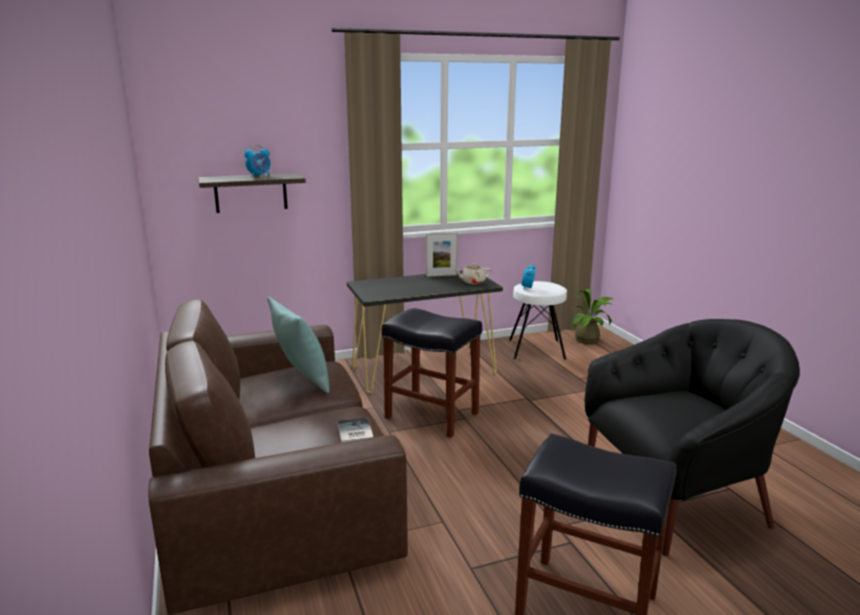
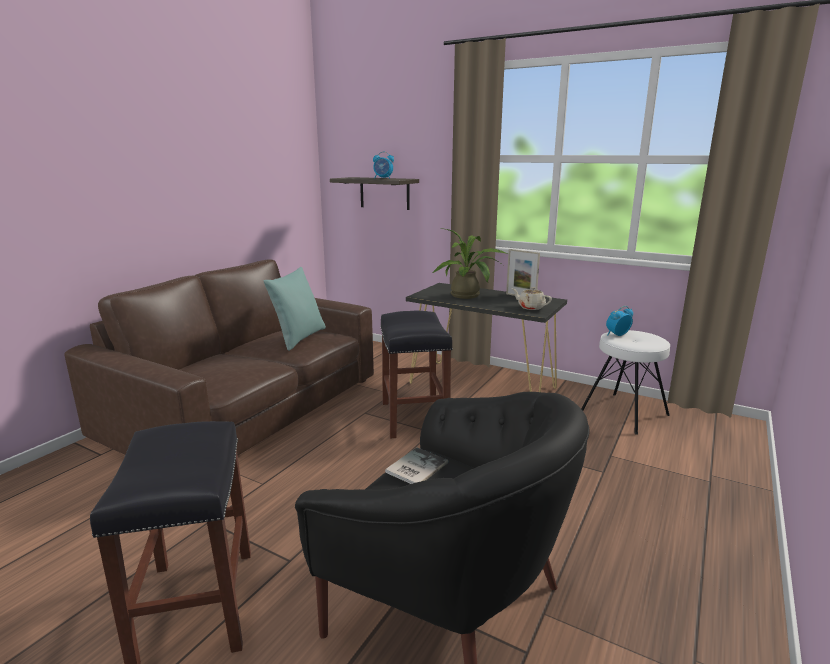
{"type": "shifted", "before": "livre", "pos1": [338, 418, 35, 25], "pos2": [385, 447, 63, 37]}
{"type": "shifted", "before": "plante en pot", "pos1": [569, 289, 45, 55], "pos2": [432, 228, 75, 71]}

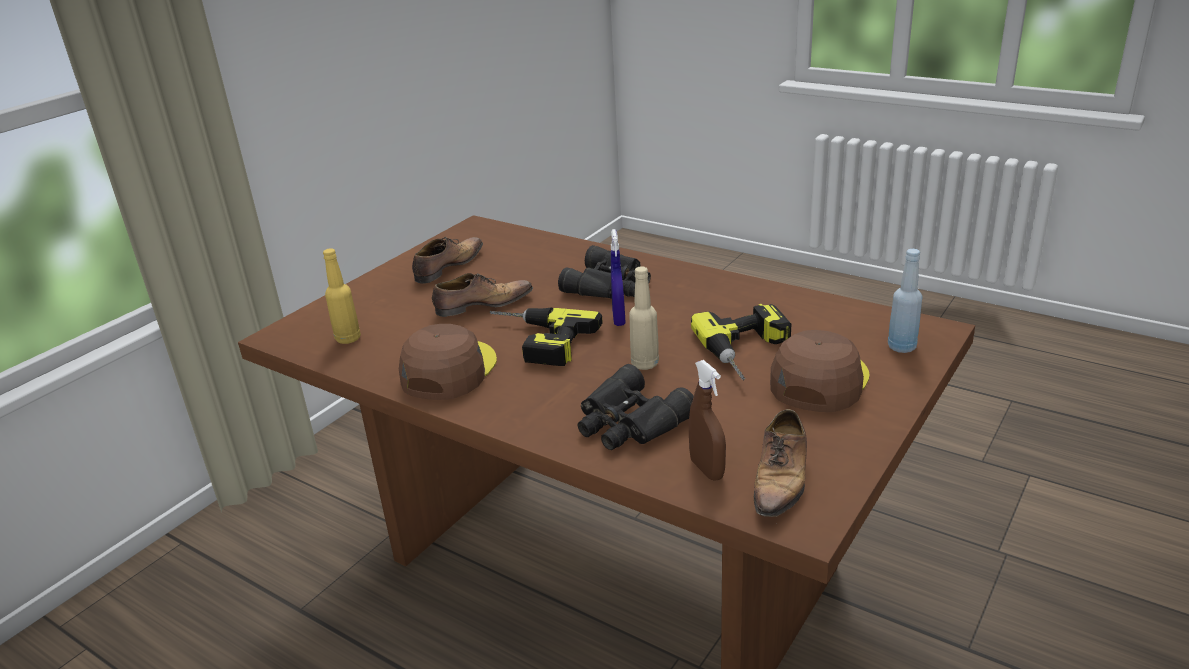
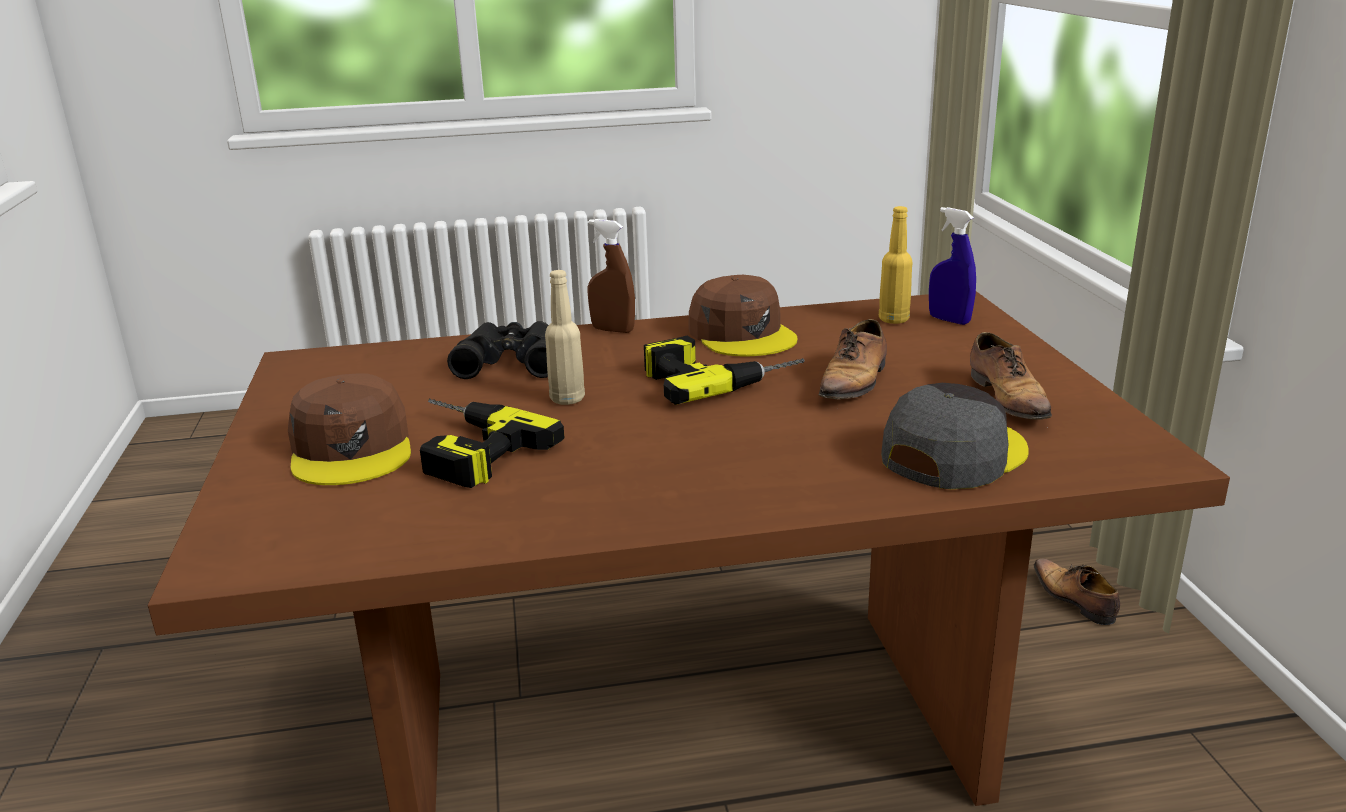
{"type": "gone", "before": "jumelles/noir", "pos1": [558, 245, 93, 53]}
{"type": "gone", "before": "bouteille/bleu", "pos1": [888, 249, 35, 104]}
{"type": "new", "after": "casquette/gris", "pos2": [881, 383, 148, 106]}
{"type": "shifted", "before": "vaporisateur/bleu", "pos1": [611, 229, 15, 97], "pos2": [929, 207, 47, 118]}
{"type": "shifted", "before": "vaporisateur/marron", "pos1": [689, 360, 37, 121], "pos2": [588, 219, 47, 114]}
{"type": "shifted", "before": "chaussure", "pos1": [754, 409, 53, 115], "pos2": [1034, 558, 86, 67]}

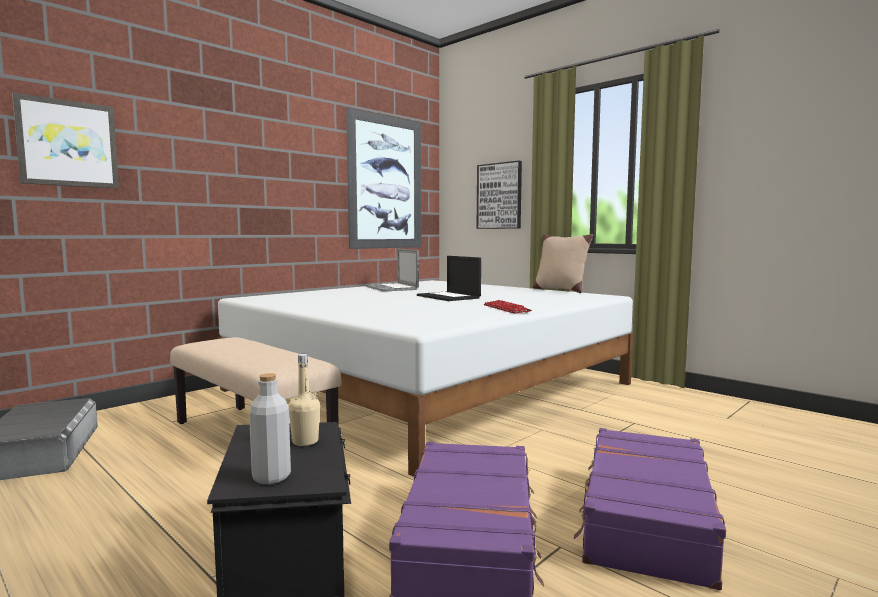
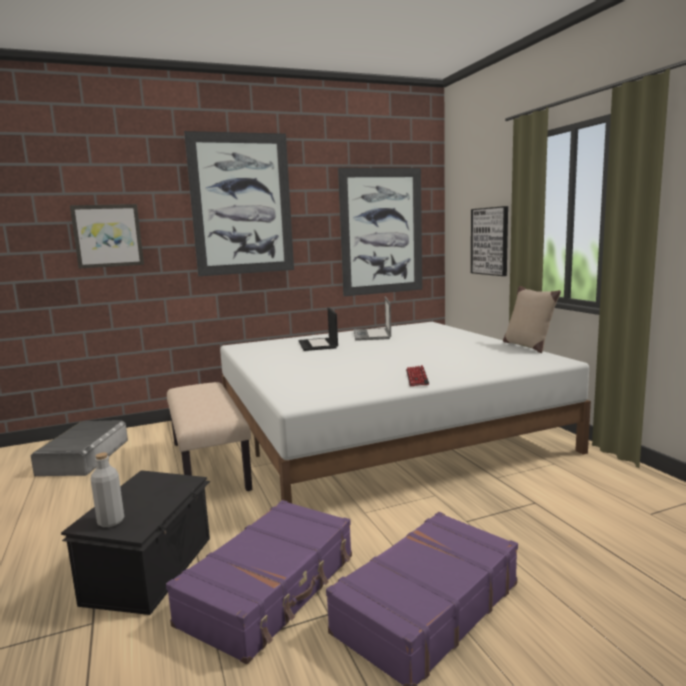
{"type": "gone", "before": "bouteille/beige", "pos1": [289, 354, 31, 92]}
{"type": "new", "after": "tableau", "pos2": [184, 131, 110, 145]}
{"type": "shifted", "before": "ordinateur portable", "pos1": [417, 256, 64, 45], "pos2": [299, 308, 39, 43]}

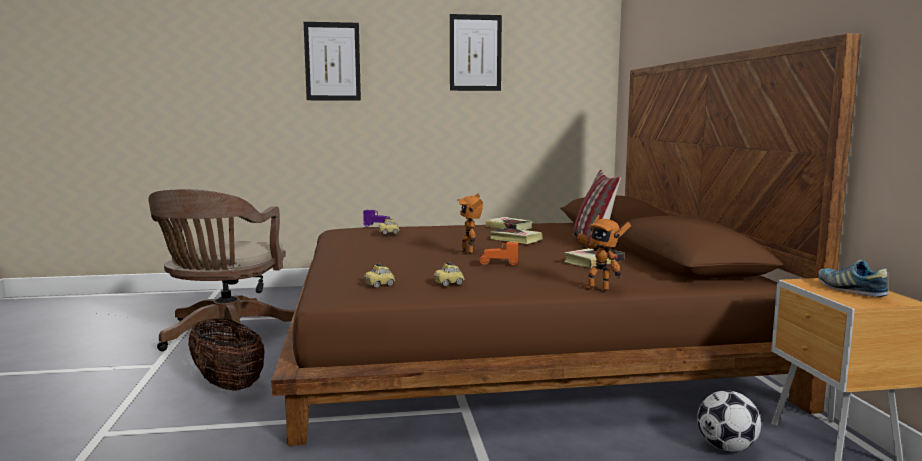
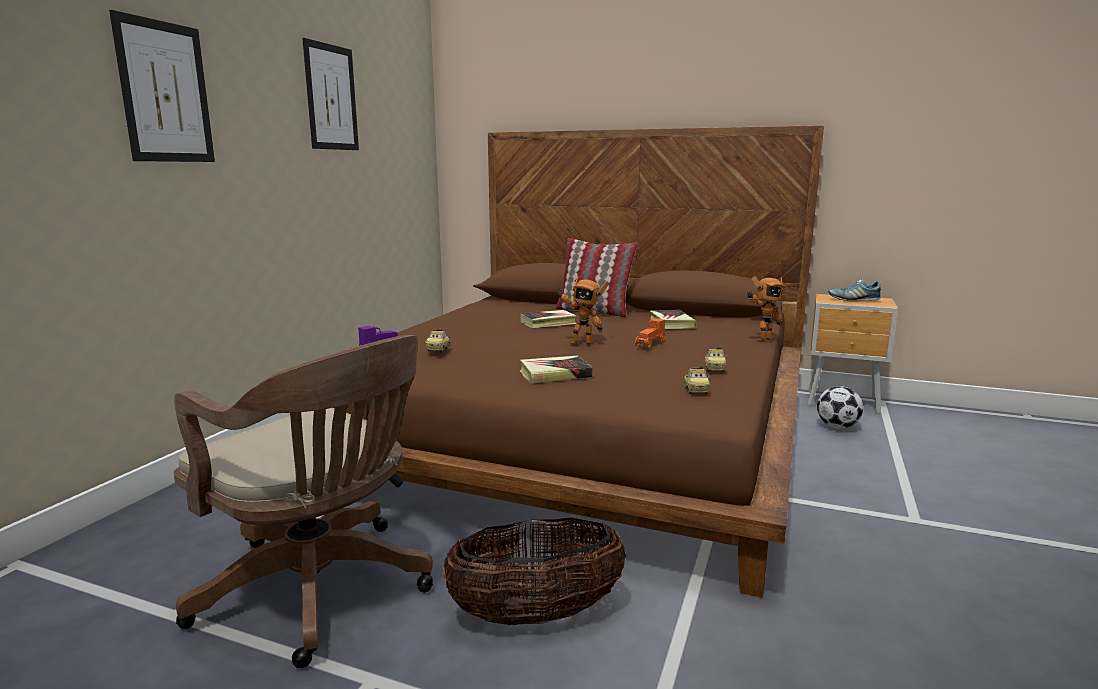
{"type": "shifted", "before": "livre", "pos1": [485, 217, 48, 13], "pos2": [520, 356, 73, 28]}

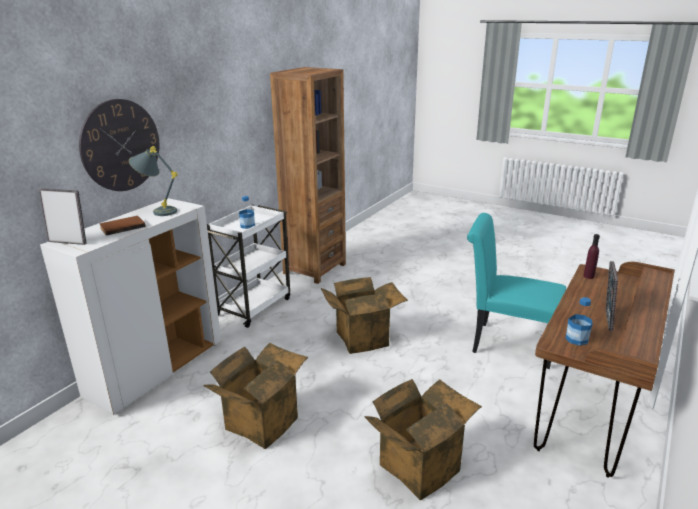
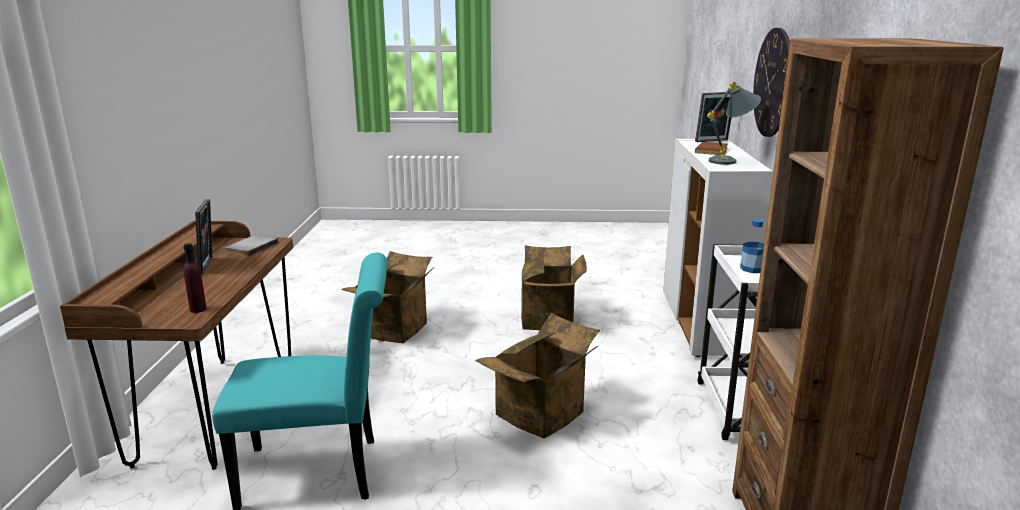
{"type": "swapped", "before": "bouteille", "after": "livre/gris", "pos1": [565, 297, 27, 49], "pos2": [225, 235, 53, 21]}

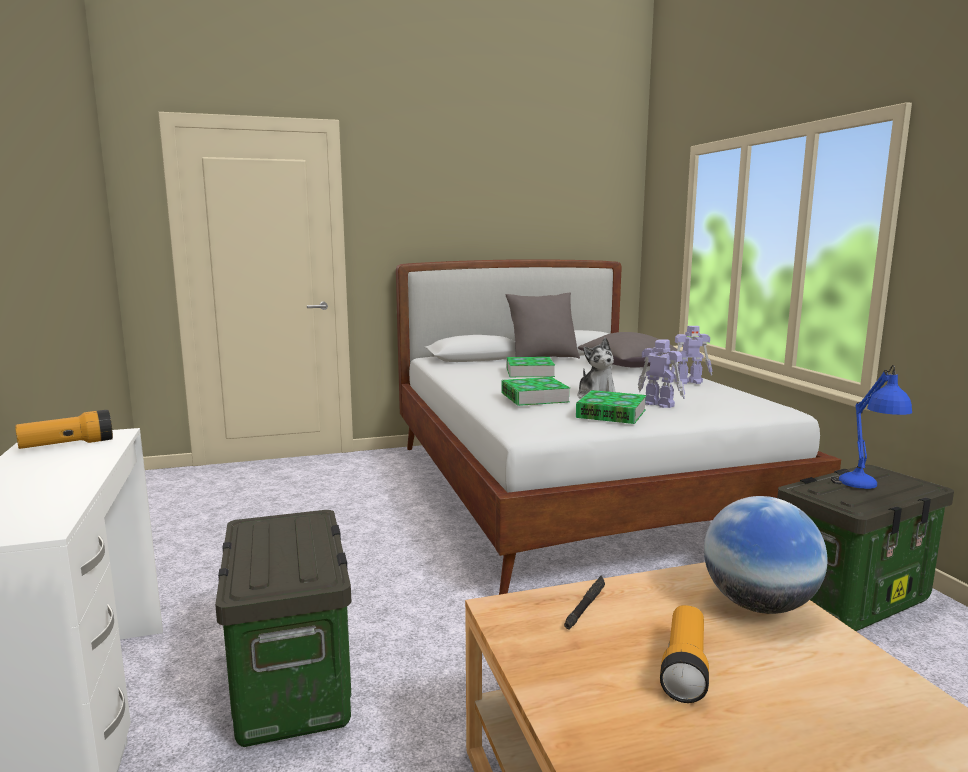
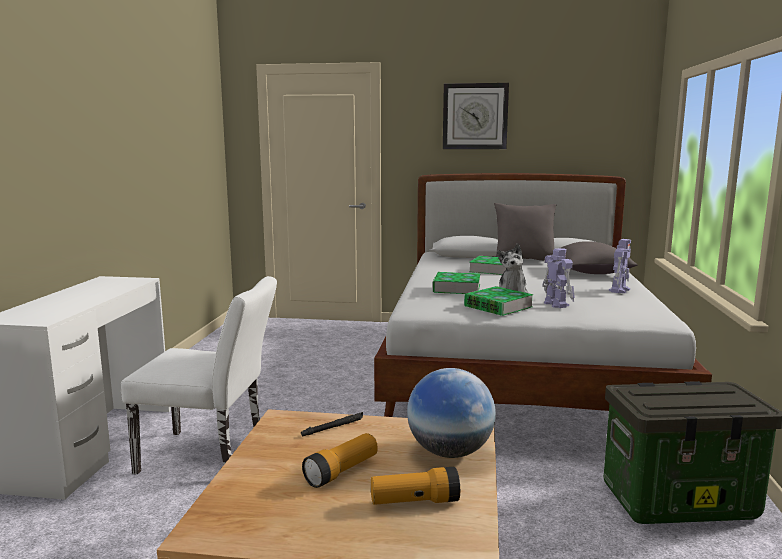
{"type": "gone", "before": "lampe de table/bleu", "pos1": [830, 365, 82, 124]}
{"type": "new", "after": "horloge murale", "pos2": [443, 83, 66, 66]}
{"type": "shifted", "before": "lampe de poche", "pos1": [15, 410, 98, 39], "pos2": [371, 467, 89, 38]}
{"type": "swapped", "before": "boîte de rangement", "after": "chaise/blanc", "pos1": [215, 510, 137, 237], "pos2": [121, 276, 156, 198]}
{"type": "rotated", "before": "robot jouet", "pos1": [671, 326, 42, 58], "pos2": [609, 239, 22, 54], "turn": -75}

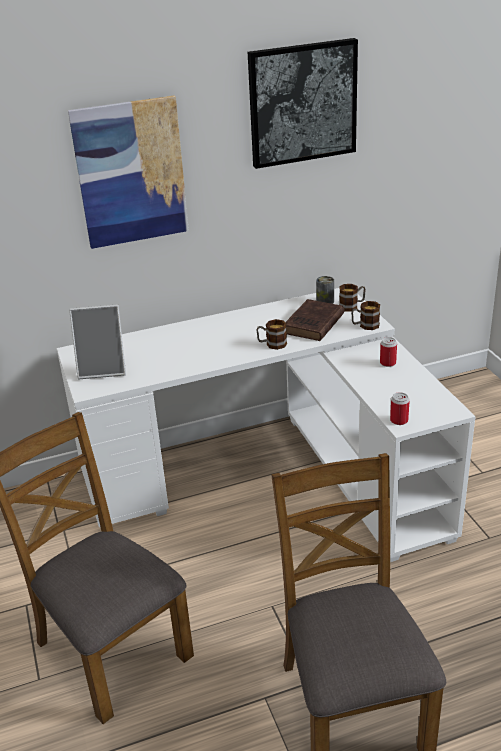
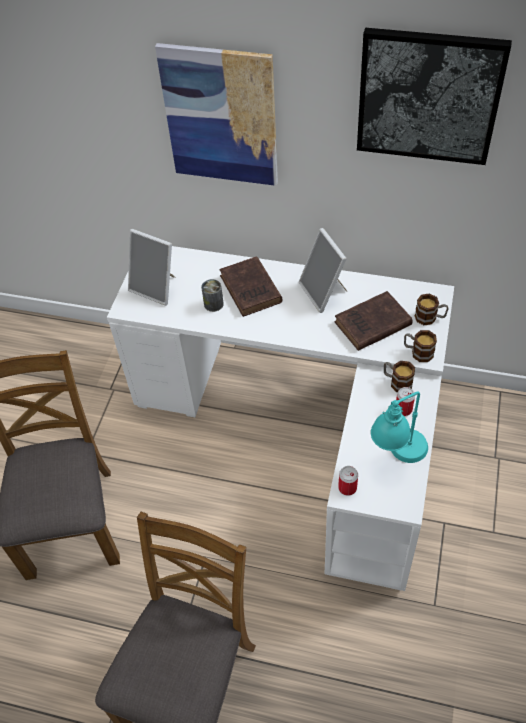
{"type": "new", "after": "livre/marron", "pos2": [219, 256, 64, 61]}
{"type": "new", "after": "cadre photo", "pos2": [299, 228, 49, 85]}
{"type": "new", "after": "lampe de table/turquoise", "pos2": [371, 391, 57, 72]}
{"type": "shifted", "before": "mug", "pos1": [256, 319, 31, 31], "pos2": [384, 361, 31, 31]}
{"type": "shifted", "before": "boîte métallique", "pos1": [316, 276, 18, 28], "pos2": [201, 279, 23, 33]}

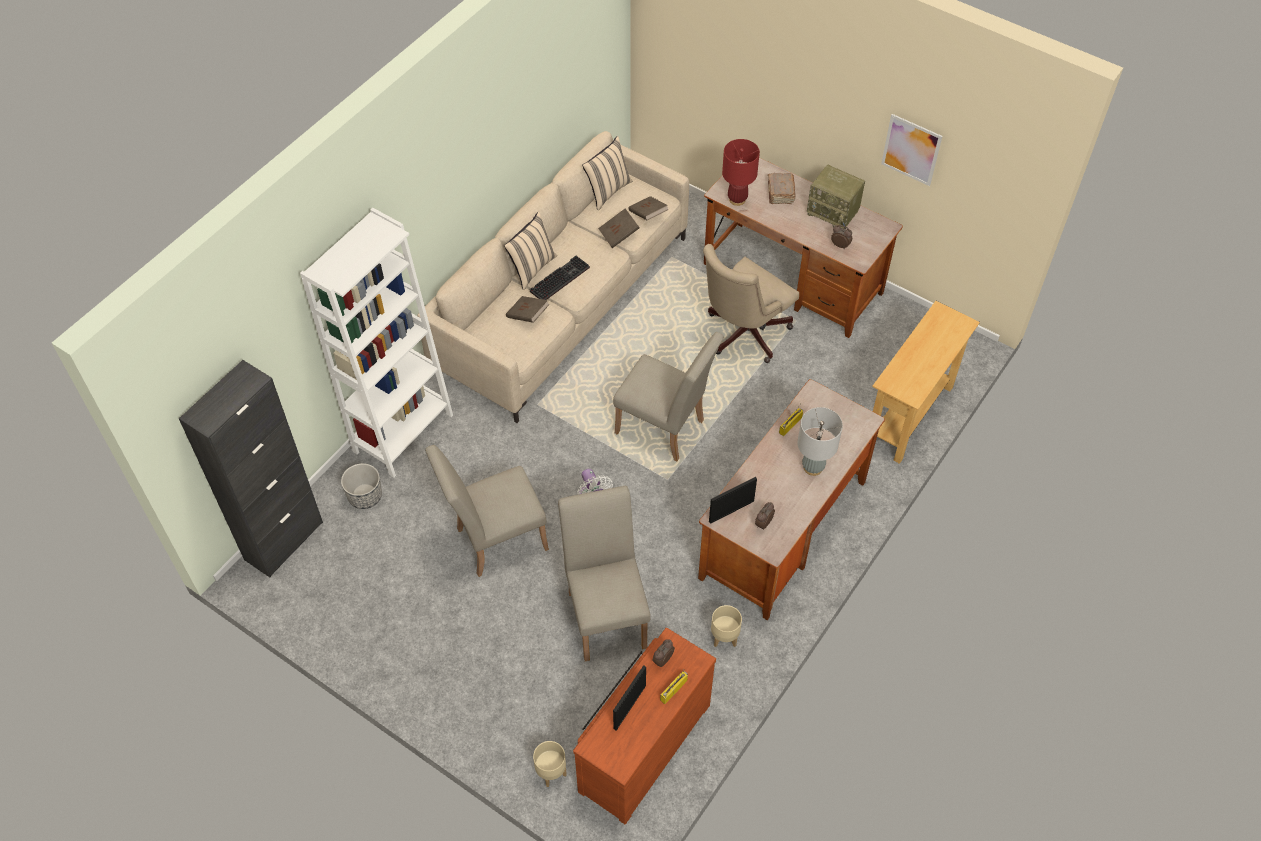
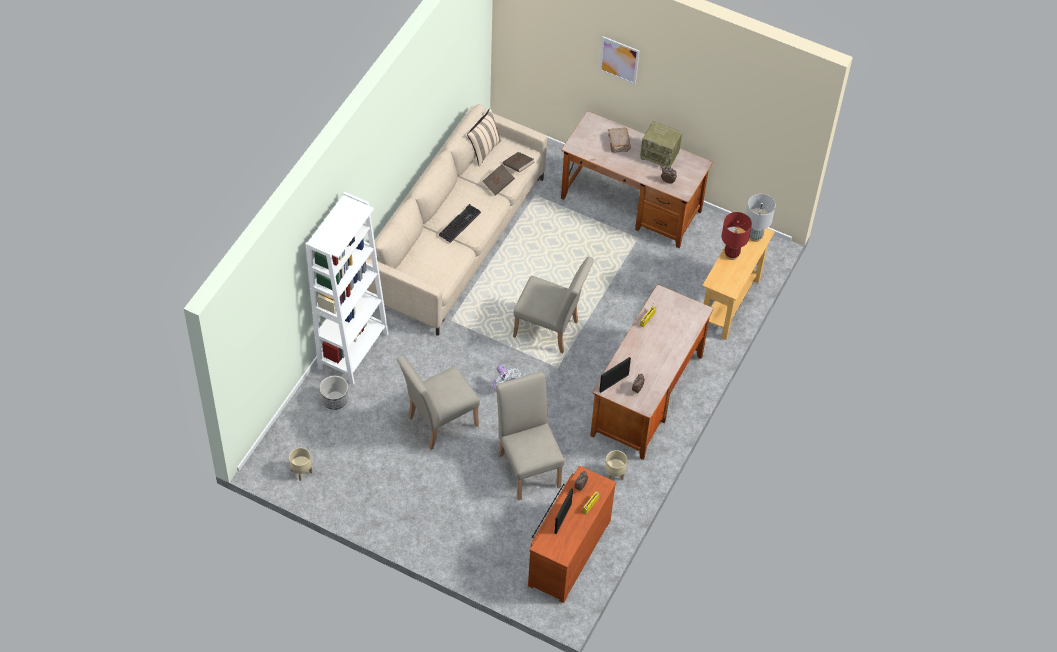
{"type": "gone", "before": "meuble de rangement/noir", "pos1": [179, 360, 144, 217]}
{"type": "gone", "before": "coussin/beige", "pos1": [504, 212, 53, 78]}
{"type": "gone", "before": "livre/marron", "pos1": [506, 296, 44, 27]}
{"type": "gone", "before": "chaise de bureau/beige", "pos1": [703, 244, 96, 119]}
{"type": "shifted", "before": "cache-pot/beige", "pos1": [533, 741, 34, 46], "pos2": [289, 448, 23, 33]}
{"type": "shifted", "before": "lampe de table/rouge", "pos1": [722, 139, 38, 67], "pos2": [721, 212, 31, 48]}
{"type": "shifted", "before": "lampe de table/gris", "pos1": [797, 407, 46, 69], "pos2": [746, 194, 29, 48]}
{"type": "shifted", "before": "tableau", "pos1": [881, 114, 61, 72], "pos2": [599, 36, 40, 49]}

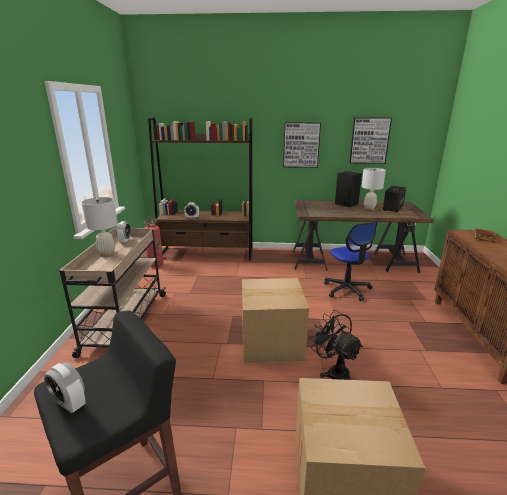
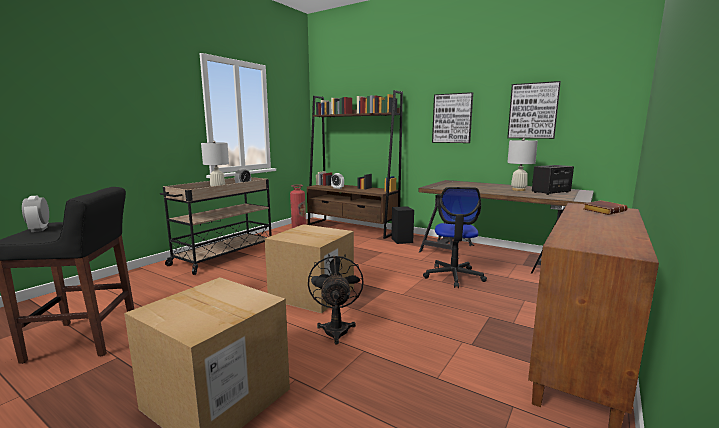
{"type": "shifted", "before": "enceinte/noir", "pos1": [335, 171, 27, 36], "pos2": [391, 206, 23, 38]}

